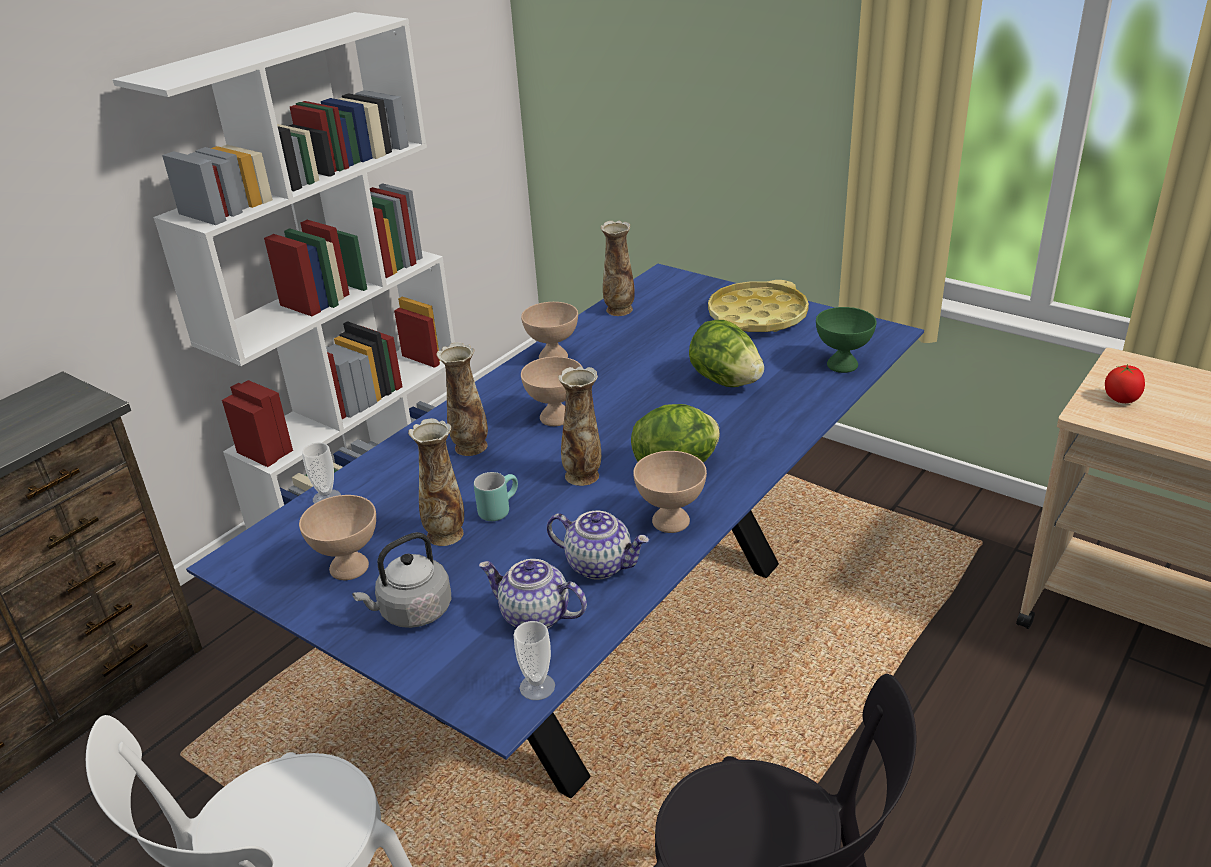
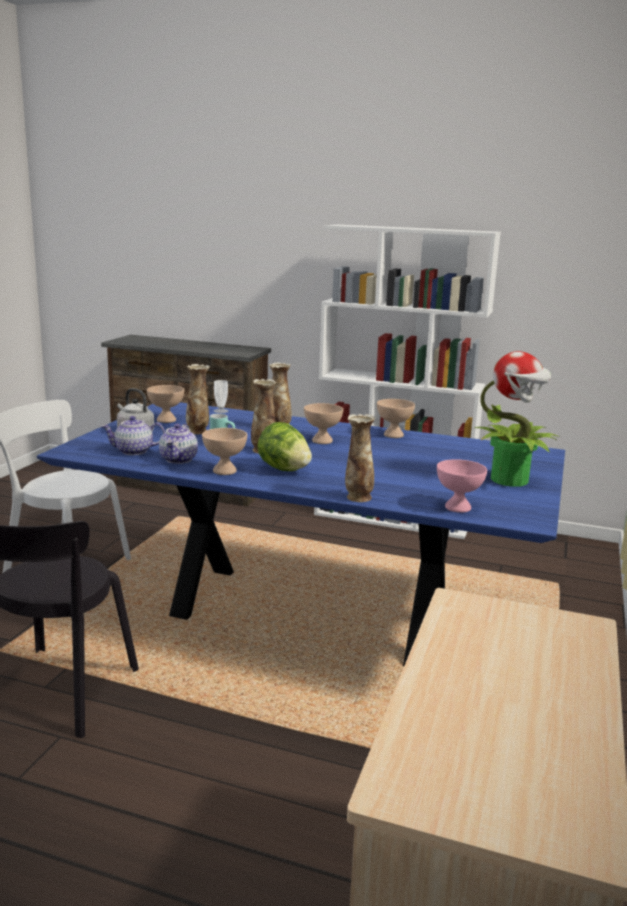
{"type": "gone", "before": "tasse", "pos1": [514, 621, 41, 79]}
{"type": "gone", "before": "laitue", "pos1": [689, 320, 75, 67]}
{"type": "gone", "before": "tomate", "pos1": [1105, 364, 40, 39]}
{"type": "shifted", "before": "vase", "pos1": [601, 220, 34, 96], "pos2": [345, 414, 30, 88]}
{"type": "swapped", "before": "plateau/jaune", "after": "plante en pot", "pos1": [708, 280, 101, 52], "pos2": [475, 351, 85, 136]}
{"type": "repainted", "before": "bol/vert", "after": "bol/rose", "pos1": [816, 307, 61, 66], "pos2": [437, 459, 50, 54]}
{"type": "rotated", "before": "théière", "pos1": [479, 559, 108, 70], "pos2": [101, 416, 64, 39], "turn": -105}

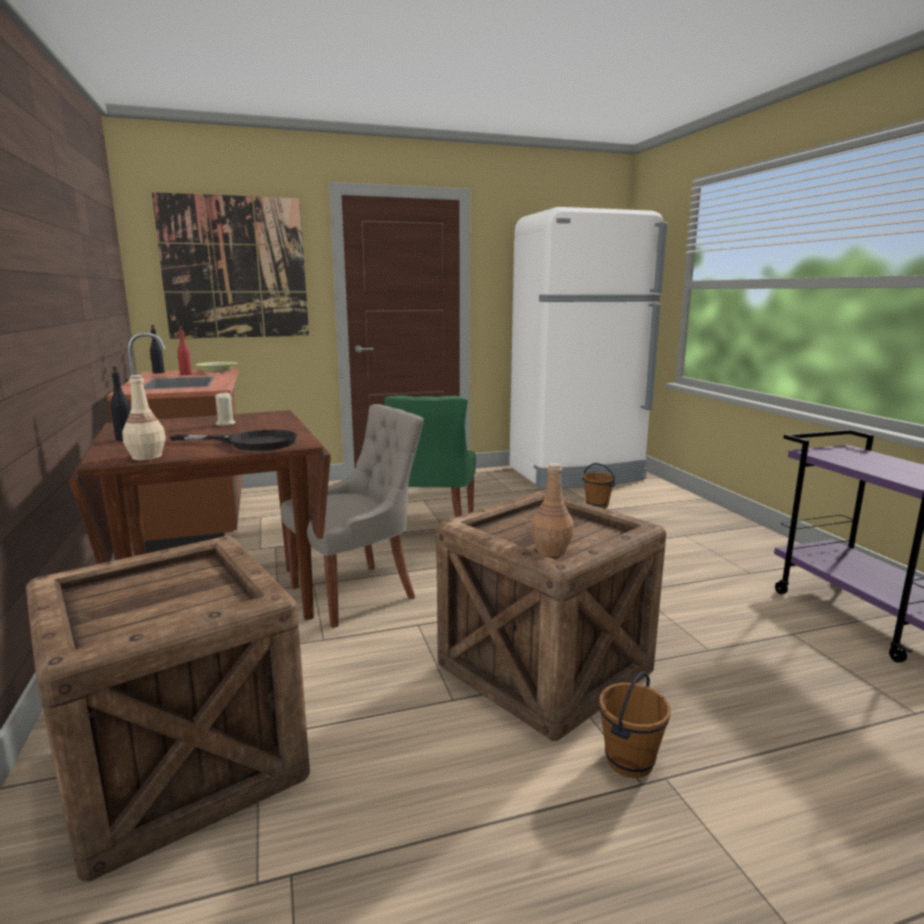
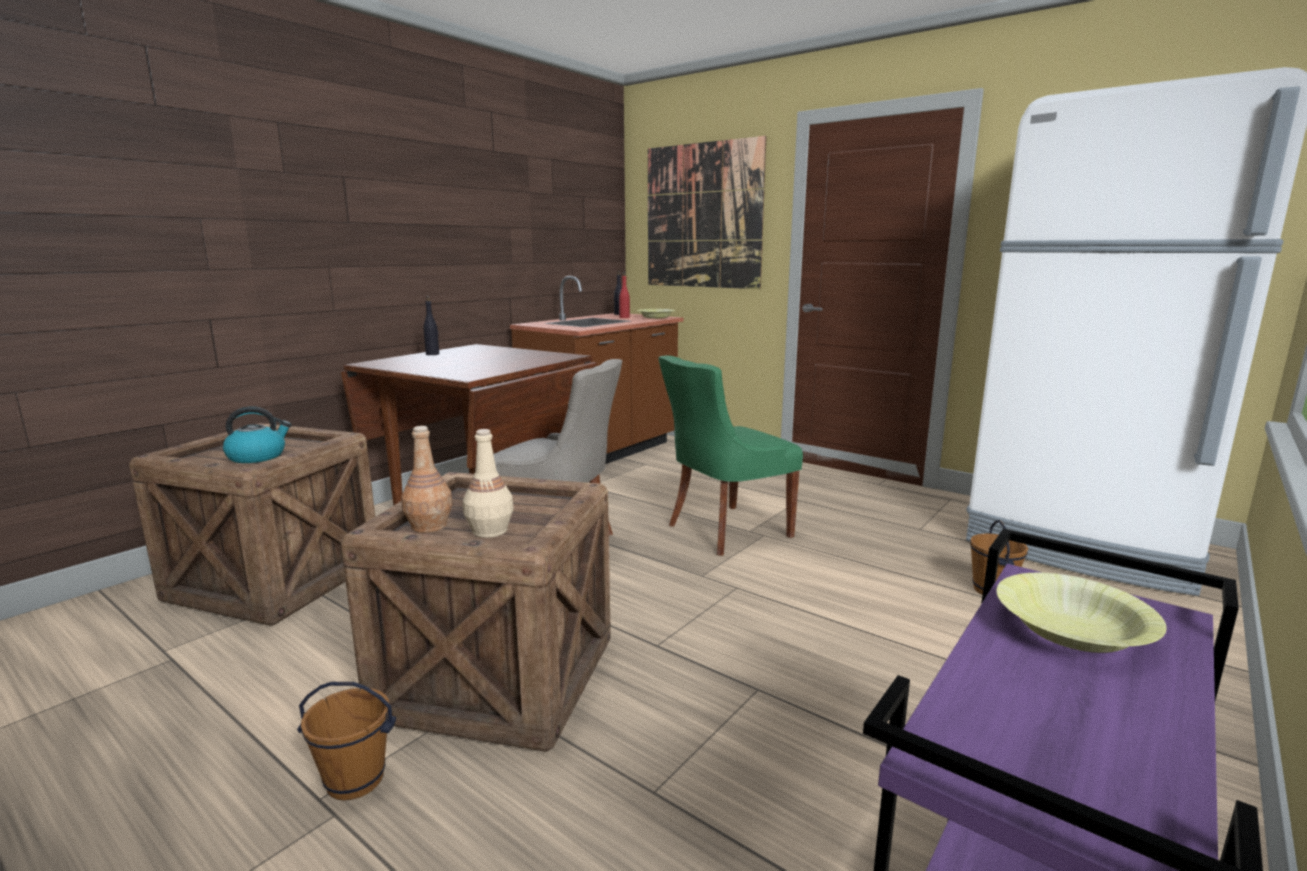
{"type": "gone", "before": "poêle/noir", "pos1": [170, 430, 127, 21]}
{"type": "gone", "before": "bougie/beige", "pos1": [215, 392, 20, 34]}
{"type": "new", "after": "bouilloire", "pos2": [223, 407, 69, 56]}
{"type": "new", "after": "bol/jaune", "pos2": [996, 573, 171, 80]}
{"type": "shifted", "before": "bouteille/beige", "pos1": [122, 375, 44, 85], "pos2": [463, 429, 51, 109]}

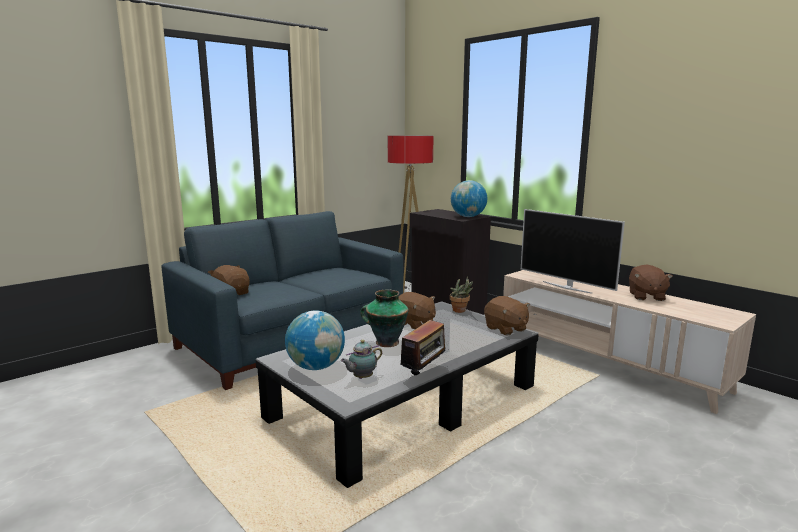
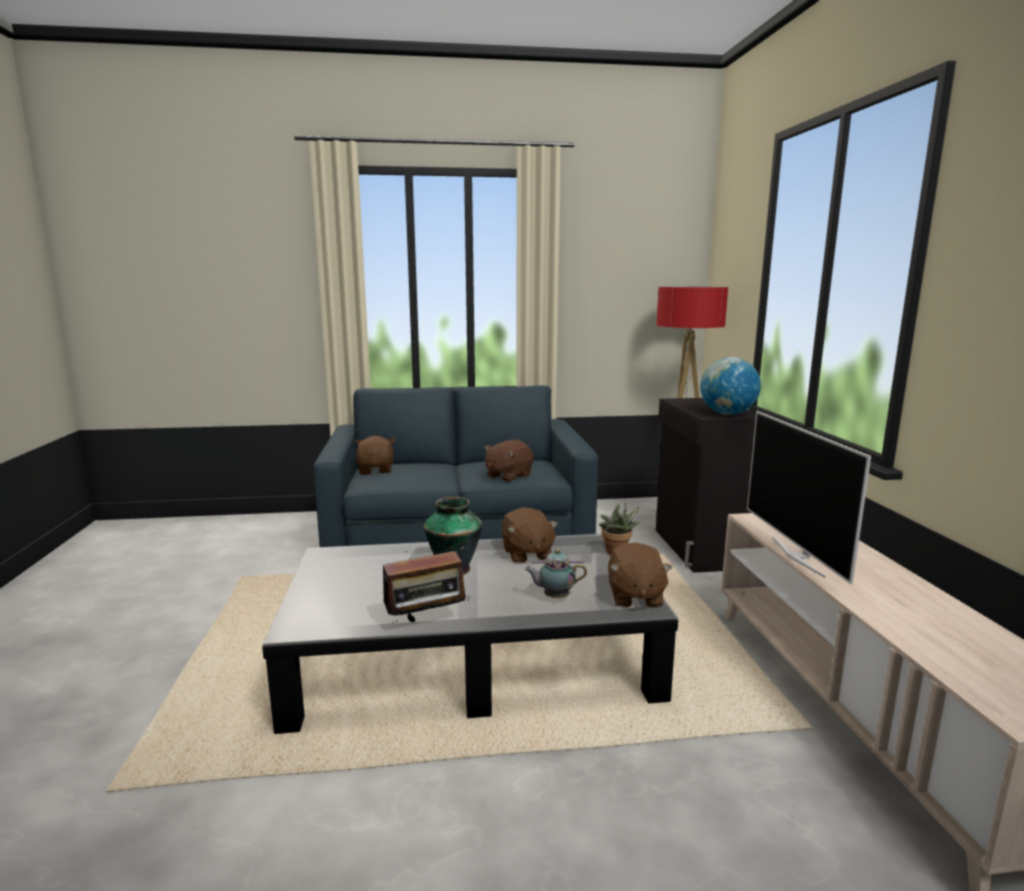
{"type": "gone", "before": "globe", "pos1": [285, 310, 60, 60]}
{"type": "shifted", "before": "théière", "pos1": [341, 340, 41, 39], "pos2": [525, 549, 62, 49]}
{"type": "shifted", "before": "peluche/marron", "pos1": [629, 265, 44, 36], "pos2": [484, 440, 50, 42]}

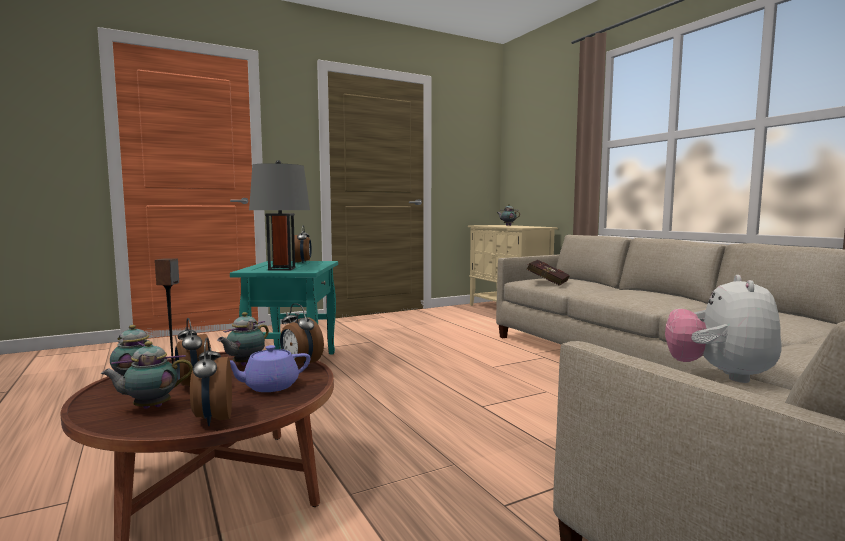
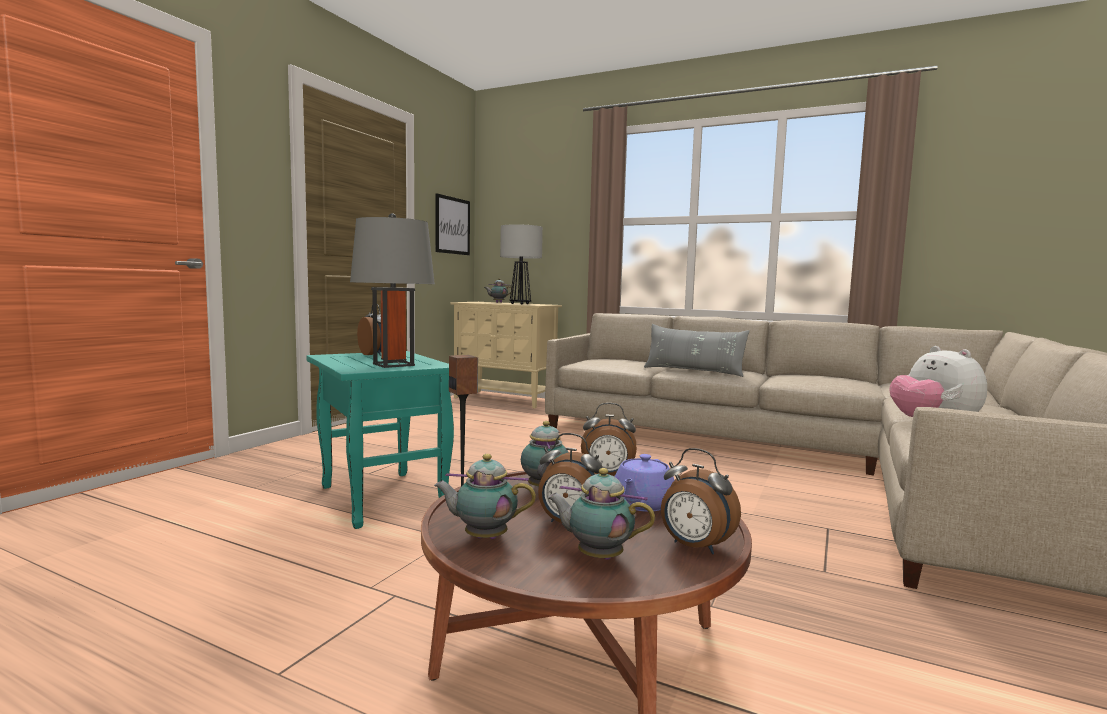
{"type": "gone", "before": "livre/rouge", "pos1": [527, 260, 43, 26]}
{"type": "new", "after": "tableau", "pos2": [436, 193, 34, 62]}
{"type": "new", "after": "lampe de table", "pos2": [500, 224, 43, 81]}
{"type": "new", "after": "coussin/gris", "pos2": [644, 324, 105, 53]}
{"type": "rotated", "before": "théière", "pos1": [101, 341, 92, 68], "pos2": [547, 468, 108, 92], "turn": 75}

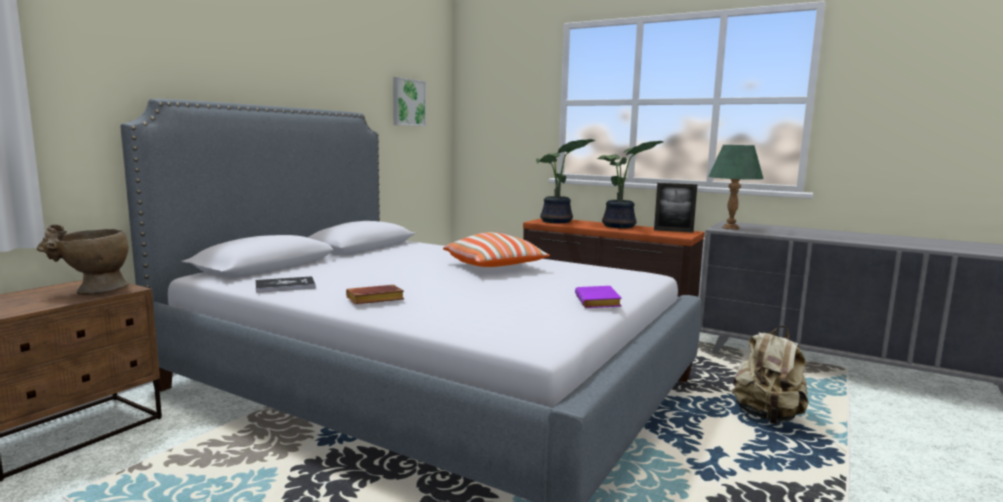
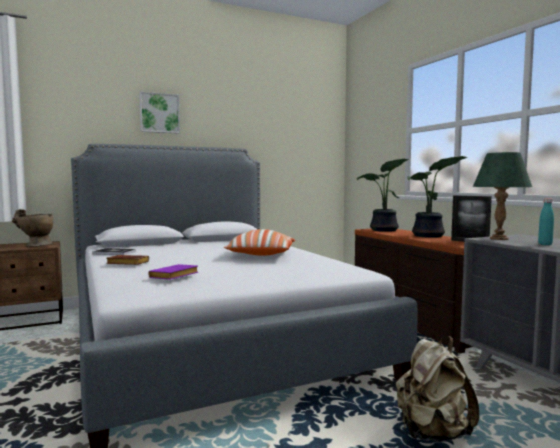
{"type": "new", "after": "bouteille/turquoise", "pos2": [538, 198, 16, 47]}
{"type": "shifted", "before": "tableau", "pos1": [393, 77, 33, 50], "pos2": [139, 92, 41, 42]}
{"type": "shifted", "before": "livre/violet", "pos1": [575, 286, 47, 22], "pos2": [148, 264, 50, 16]}

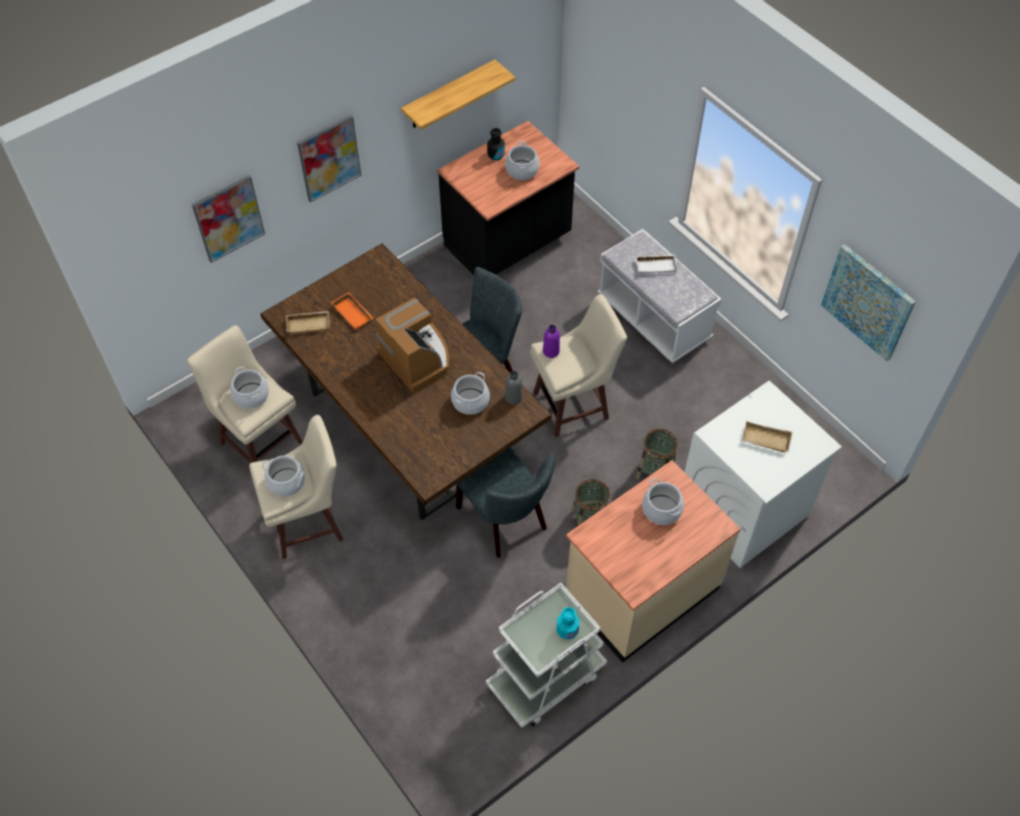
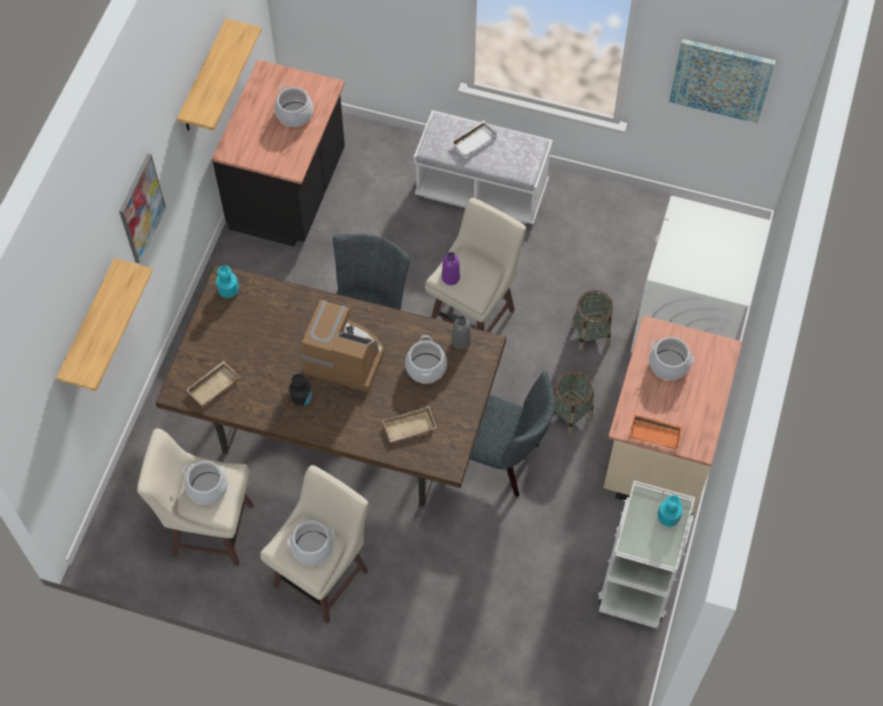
{"type": "new", "after": "bouteille/turquoise", "pos2": [216, 265, 23, 33]}
{"type": "shifted", "before": "plateau/orange", "pos1": [331, 292, 42, 38], "pos2": [629, 414, 54, 35]}
{"type": "shifted", "before": "bouteille/noir", "pos1": [487, 128, 18, 32], "pos2": [289, 374, 23, 32]}
{"type": "shifted", "before": "plateau/beige", "pos1": [742, 421, 50, 31], "pos2": [383, 406, 54, 36]}
{"type": "swapped", "before": "tableau", "after": "étagère", "pos1": [192, 175, 73, 88], "pos2": [56, 258, 97, 133]}

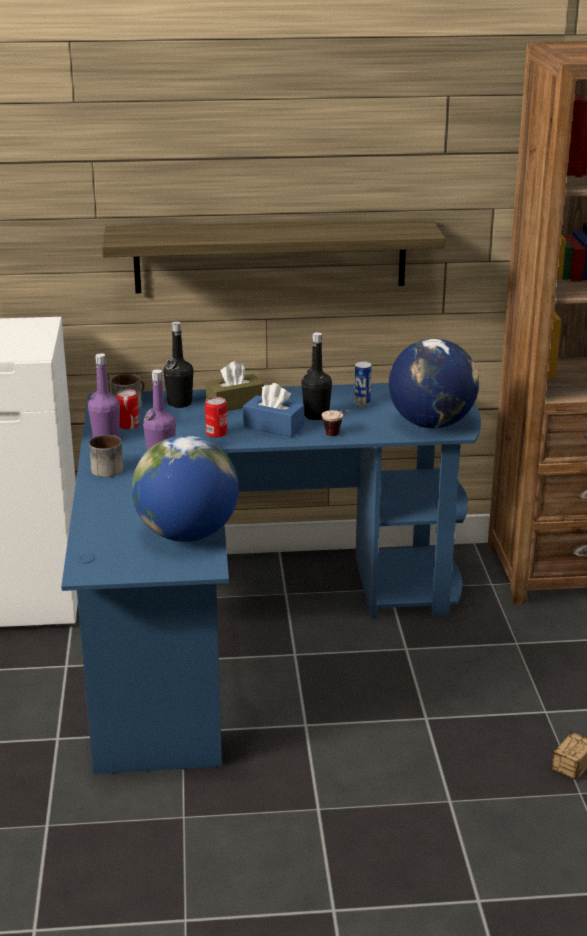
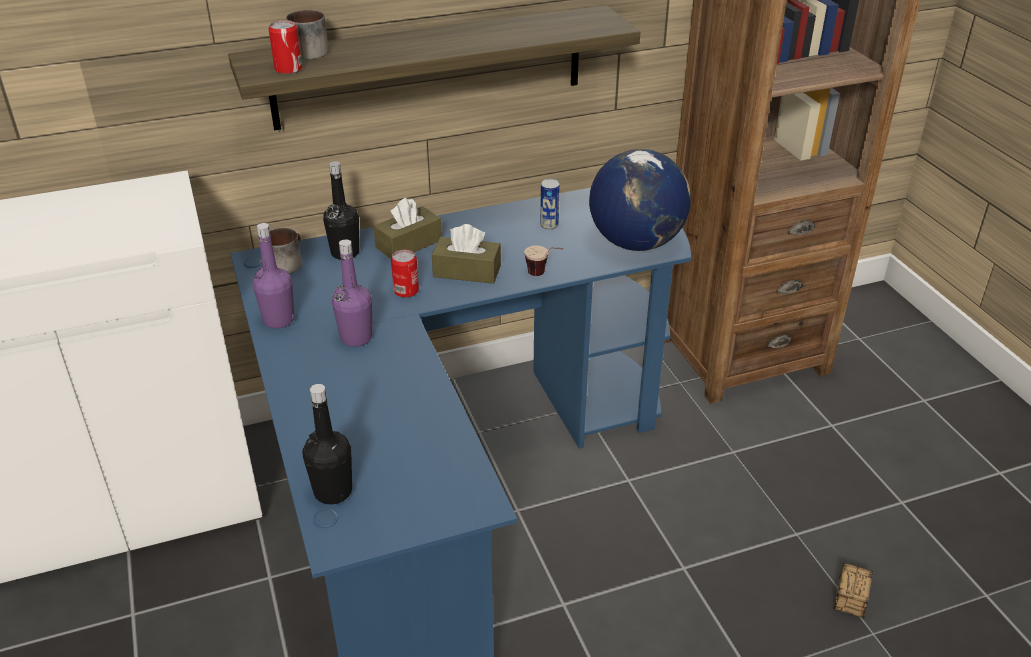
{"type": "gone", "before": "globe", "pos1": [132, 435, 107, 107]}
{"type": "shifted", "before": "mug", "pos1": [89, 435, 34, 42], "pos2": [286, 10, 42, 49]}
{"type": "shifted", "before": "boîte métallique", "pos1": [116, 389, 23, 41], "pos2": [269, 20, 33, 54]}
{"type": "shifted", "before": "bouteille/noir", "pos1": [302, 332, 30, 88], "pos2": [302, 384, 50, 120]}
{"type": "repainted", "before": "boîte à mouchoirs/bleu", "after": "boîte à mouchoirs/marron", "pos1": [243, 383, 61, 54], "pos2": [432, 224, 69, 60]}

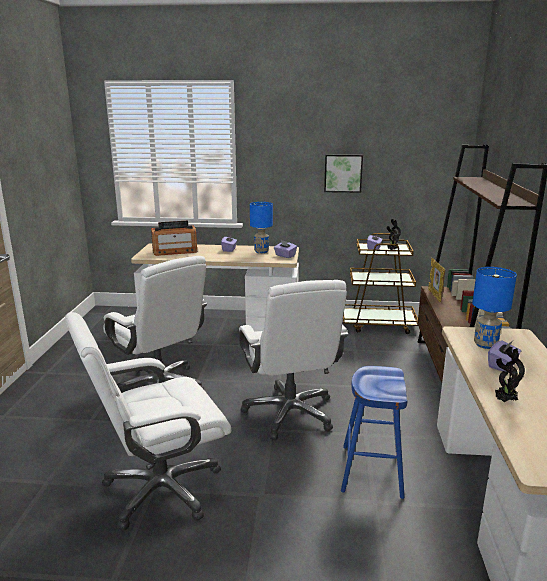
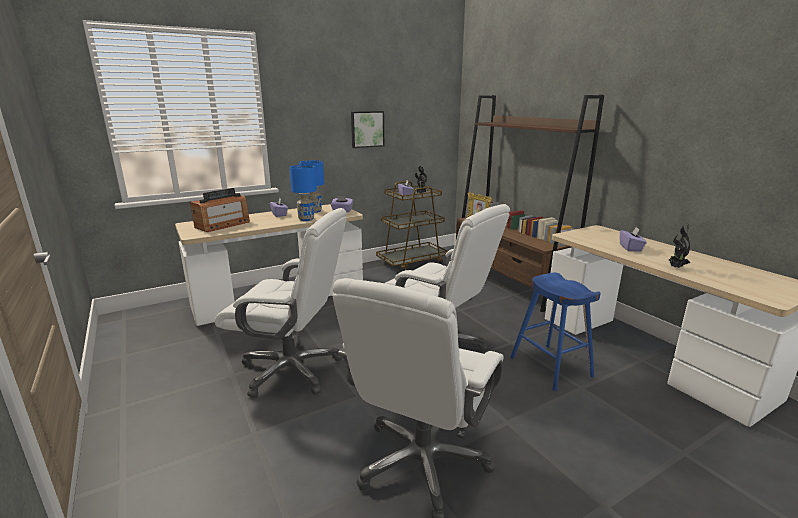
{"type": "shifted", "before": "lampe de table/bleu", "pos1": [472, 267, 45, 82], "pos2": [289, 165, 28, 56]}

